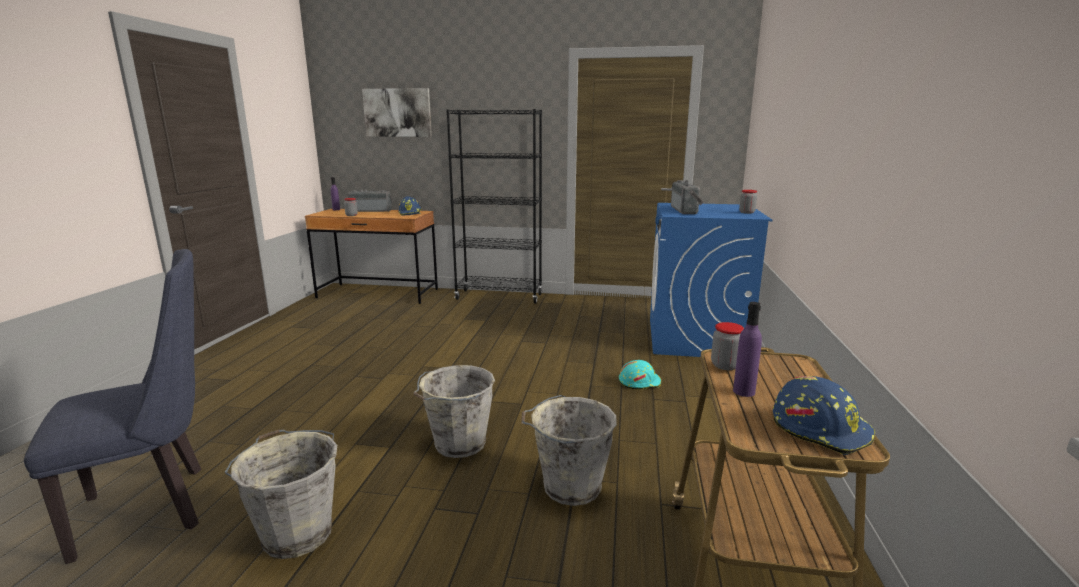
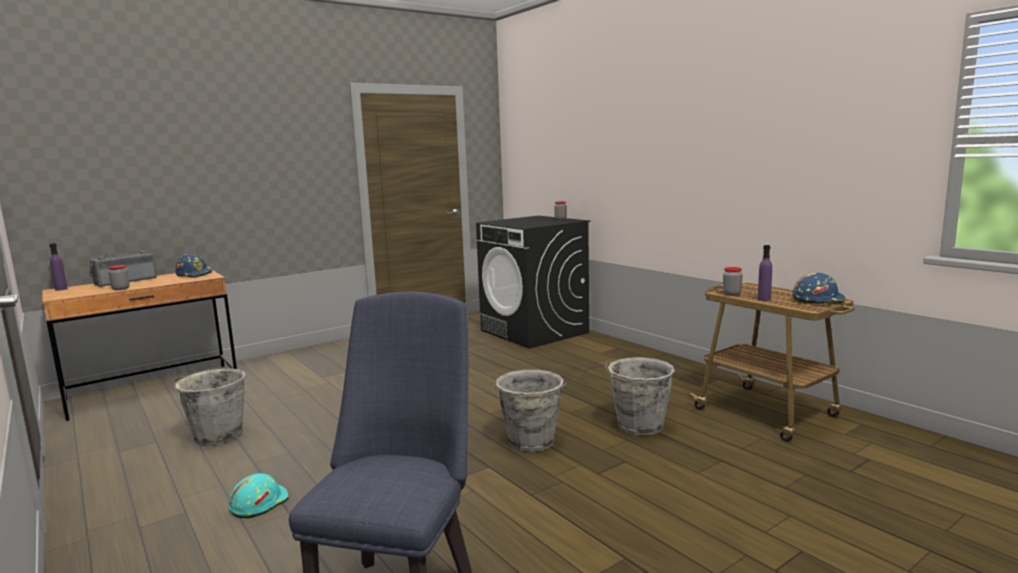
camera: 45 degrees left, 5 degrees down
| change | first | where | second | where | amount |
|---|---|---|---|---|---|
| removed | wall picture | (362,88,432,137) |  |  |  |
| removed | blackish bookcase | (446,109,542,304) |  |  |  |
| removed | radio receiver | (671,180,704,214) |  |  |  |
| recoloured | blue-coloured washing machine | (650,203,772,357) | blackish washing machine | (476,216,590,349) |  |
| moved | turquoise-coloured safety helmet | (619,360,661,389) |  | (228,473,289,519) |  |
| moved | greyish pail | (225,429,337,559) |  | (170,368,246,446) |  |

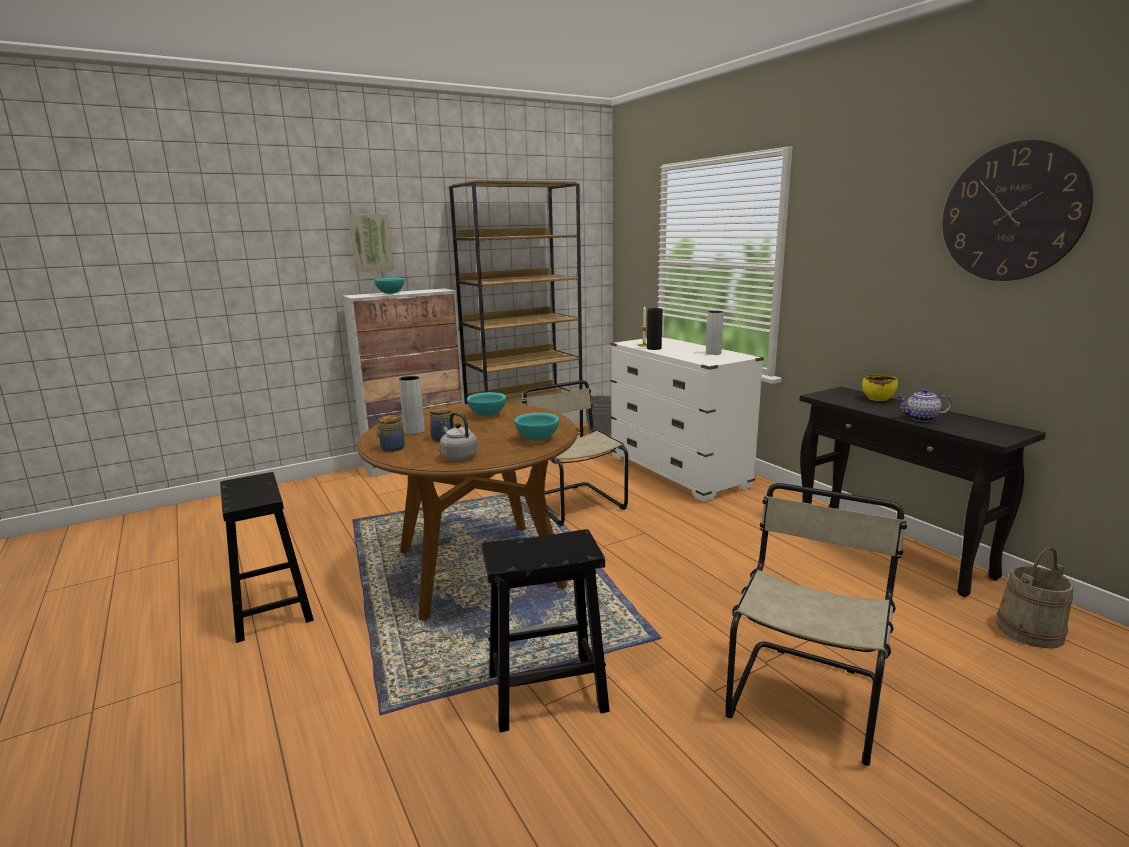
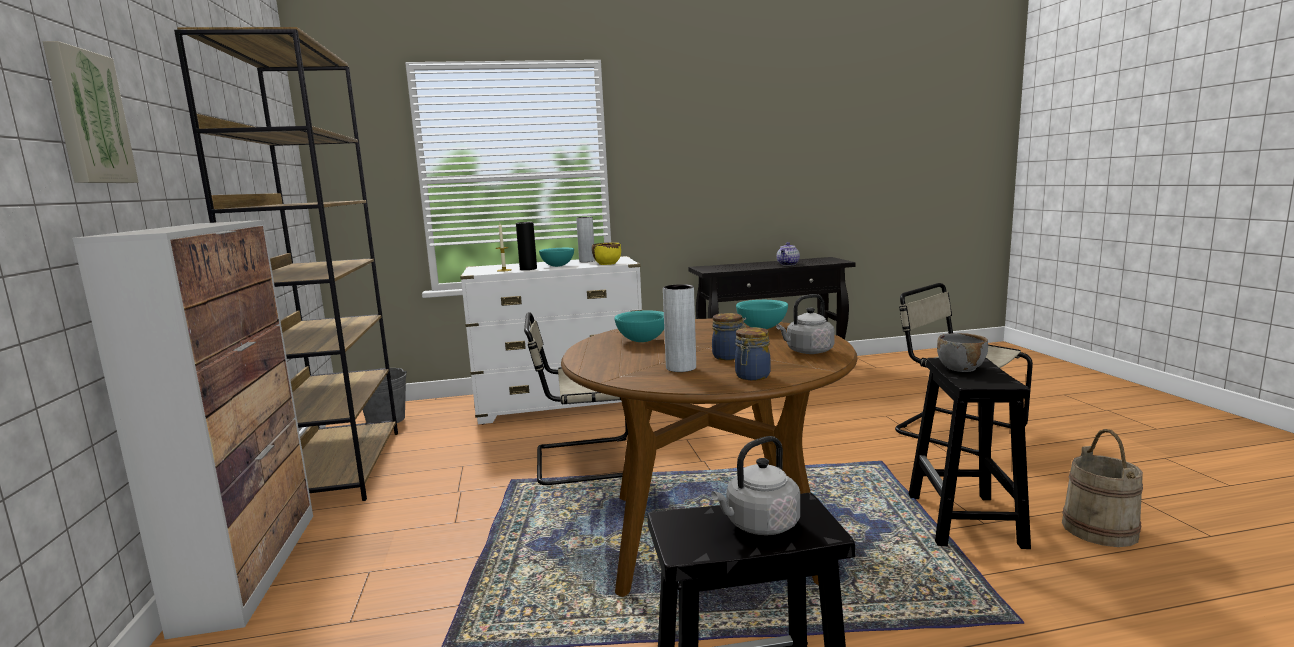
camera: 70 degrees left, 5 degrees down
| change | first | where | second | where | amount |
|---|---|---|---|---|---|
| removed | wall clock | (943,140,1093,281) |  |  |  |
| moved | turquoise-coloured serving bowl | (374,278,405,294) |  | (539,248,574,267) |  |
| moved | yellowish serving bowl | (862,374,899,401) |  | (592,242,621,265) |  |
| moved | beige-coloured pail | (996,547,1074,648) |  | (1062,429,1143,547) |  |
| added |  |  | greyish serving bowl | (937,333,988,372) |  |
| added |  |  | greyish tea kettle | (711,436,800,536) |  |

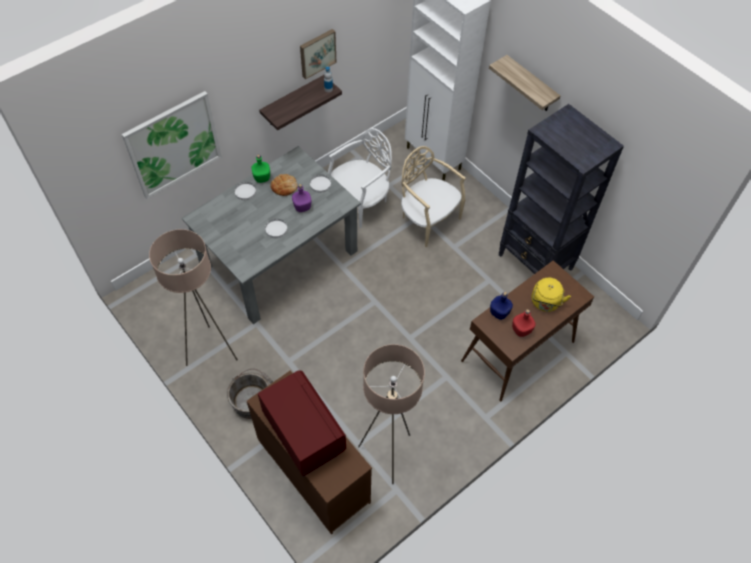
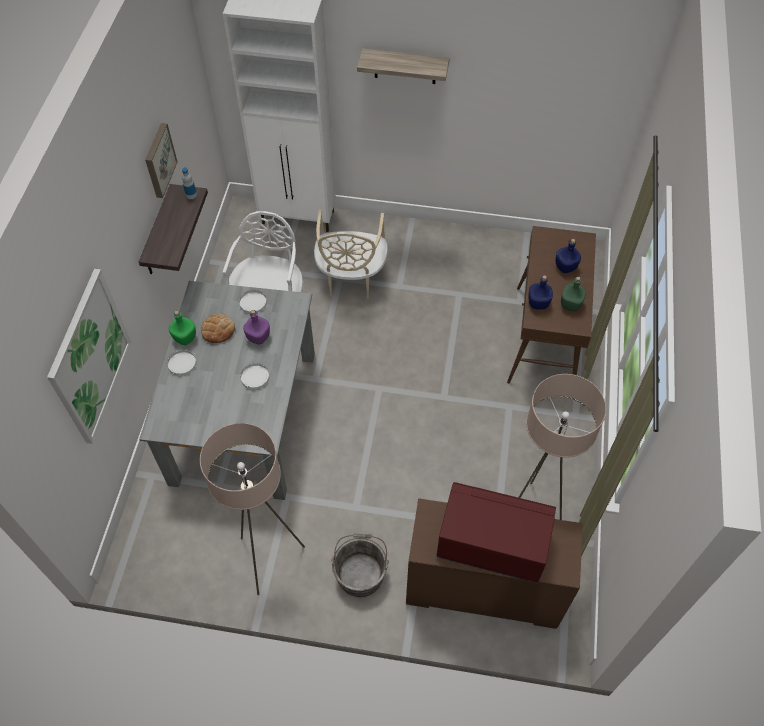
camera: 40 degrees left, 0 degrees up
| change | first | where | second | where | amount |
|---|---|---|---|---|---|
| removed | blackish bookcase | (499,104,624,274) |  |  |  |
| turned | beige-coloured chair | (401,146,466,248) |  | (314,210,388,298) | 90 degrees counterclockwise |
| replaced | yellowish tea kettle | (532,277,571,312) | blue-coloured drink bottle | (556,239,581,273) |  |
| recoloured | reddish drink bottle | (512,309,535,337) | greenish drink bottle | (561,277,586,311) |  |

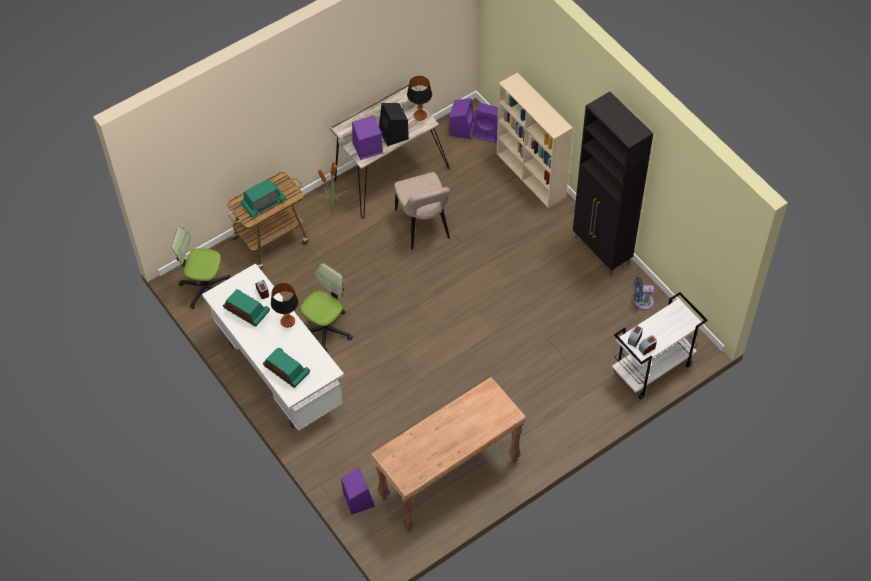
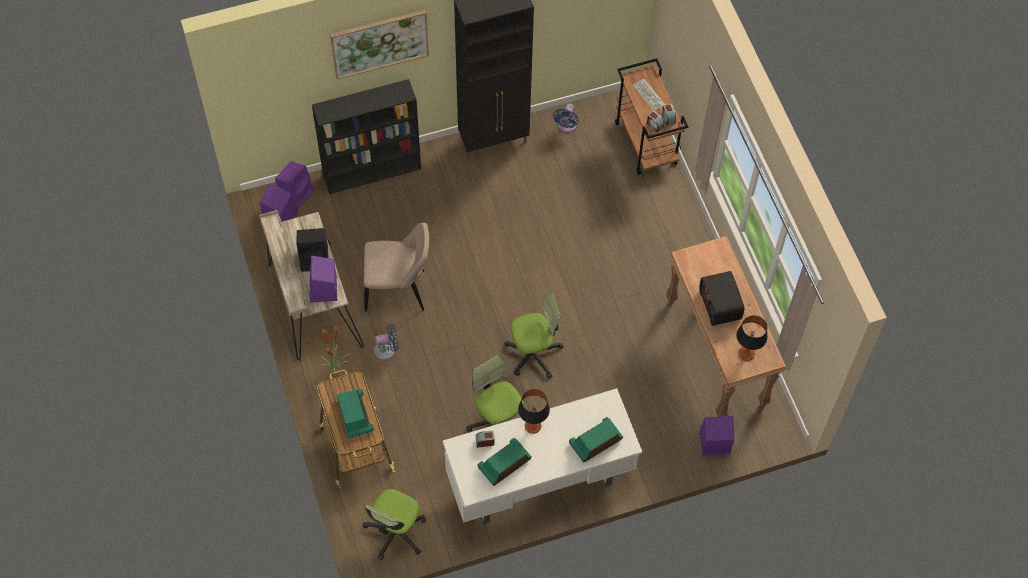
camera: 75 degrees left, 5 degrees up
| change | first | where | second | where | amount |
|---|---|---|---|---|---|
| recoloured | beige-coloured bookcase | (497,73,573,208) | blackish bookcase | (312,79,421,194) |  |
| moved | table lamp | (407,76,432,121) |  | (736,315,768,361) |  |
| recoloured | white wheeled cart | (612,292,708,399) | brownish wheeled cart | (615,58,688,175) |  |
| added |  |  | wall picture | (330,10,429,80) |  |
| added |  |  | PC keyboard | (633,78,665,111) |  |
| added |  |  | radio receiver | (699,271,744,326) |  |
| added |  |  | office chair | (505,292,564,378) |  |
| added |  |  | blue-coloured cooling fan | (374,324,399,360) |  |

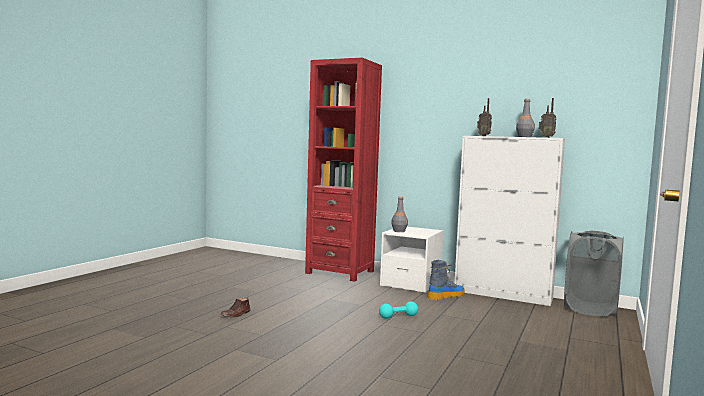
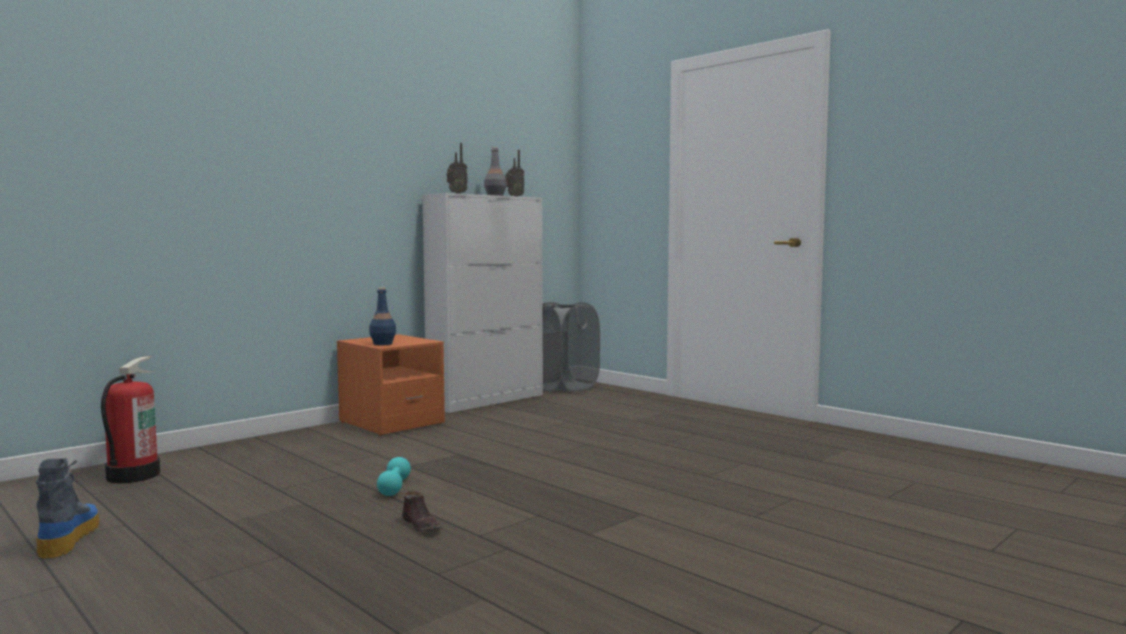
camera: 70 degrees left, 0 degrees up
| change | first | where | second | where | amount |
|---|---|---|---|---|---|
| removed | reddish bookcase | (305,58,382,282) |  |  |  |
| recoloured | greyish drink bottle | (391,196,408,232) | blue-coloured drink bottle | (369,288,396,345) |  |
| recoloured | white nightstand | (380,227,444,293) | orange-coloured nightstand | (337,335,445,436) |  |
| moved | tall boot | (428,260,464,300) |  | (36,458,100,559) |  |
| moved | turquoise-coloured dumbbell | (379,302,418,319) |  | (377,457,411,496) |  |
| added |  |  | extinguisher | (101,356,160,483) |  |

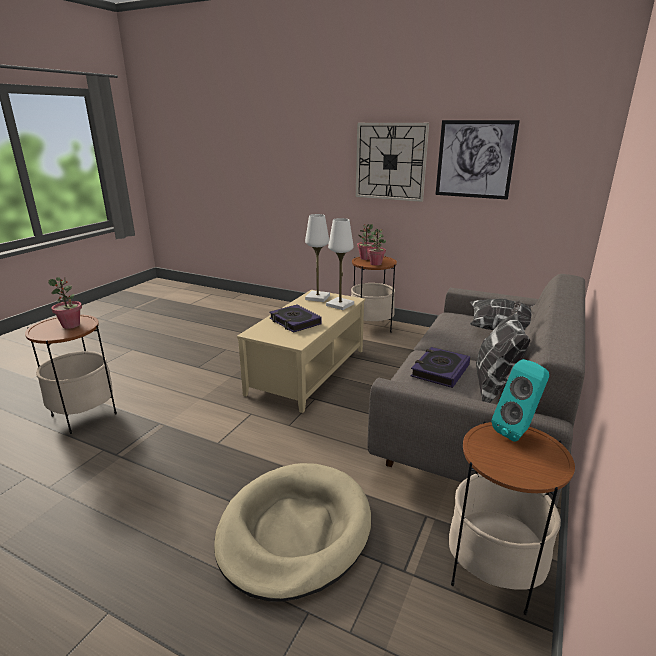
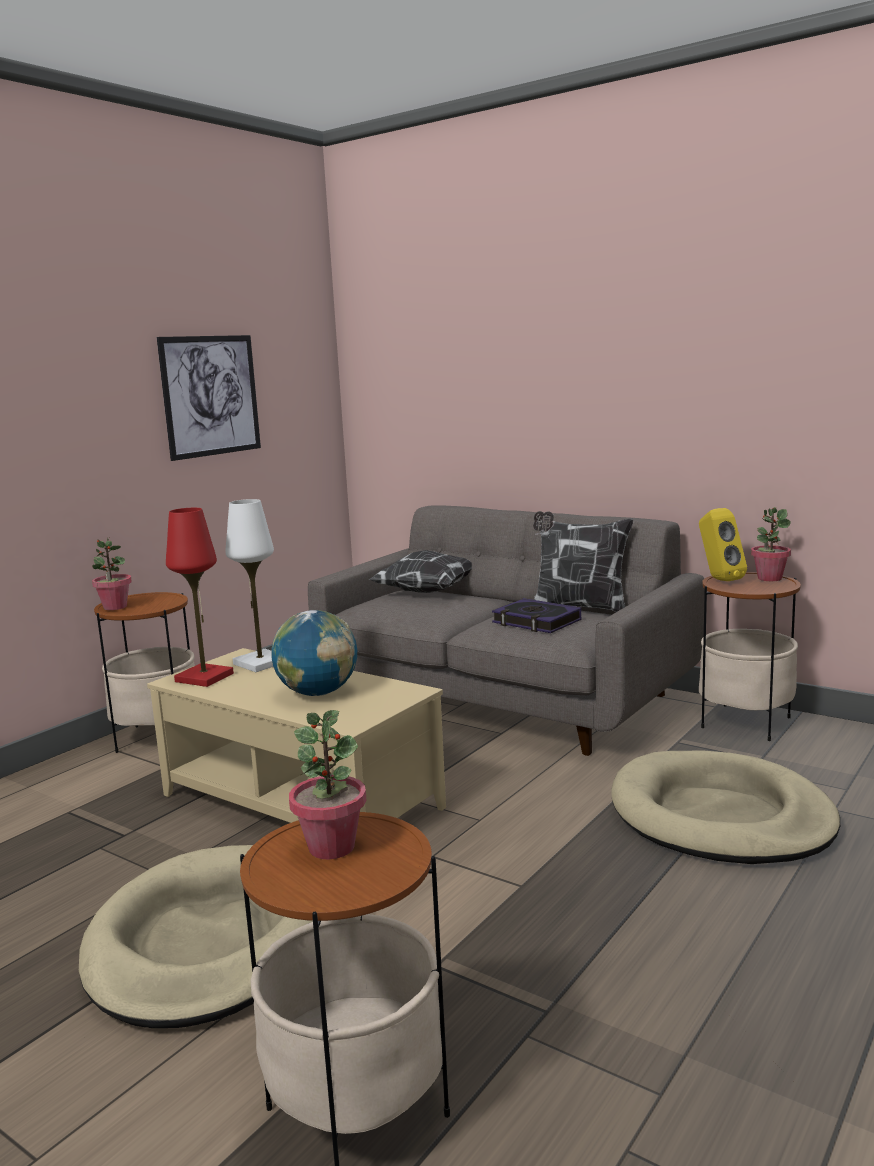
camera: 80 degrees left, 10 degrees down
| change | first | where | second | where | amount |
|---|---|---|---|---|---|
| removed | wall clock | (356,123,429,202) |  |  |  |
| recoloured | white table lamp | (305,214,330,302) | reddish table lamp | (166,508,234,687) |  |
| moved | plant in a pot | (367,229,386,266) |  | (751,507,791,581) |  |
| replaced | bound book | (269,304,322,333) | world globe | (271,610,357,696) |  |
| recoloured | turquoise-coloured speaker | (492,359,549,442) | yellowish speaker | (699,508,747,581) |  |
| added |  |  | beige-coloured dog bed | (79,845,313,1028) |  |

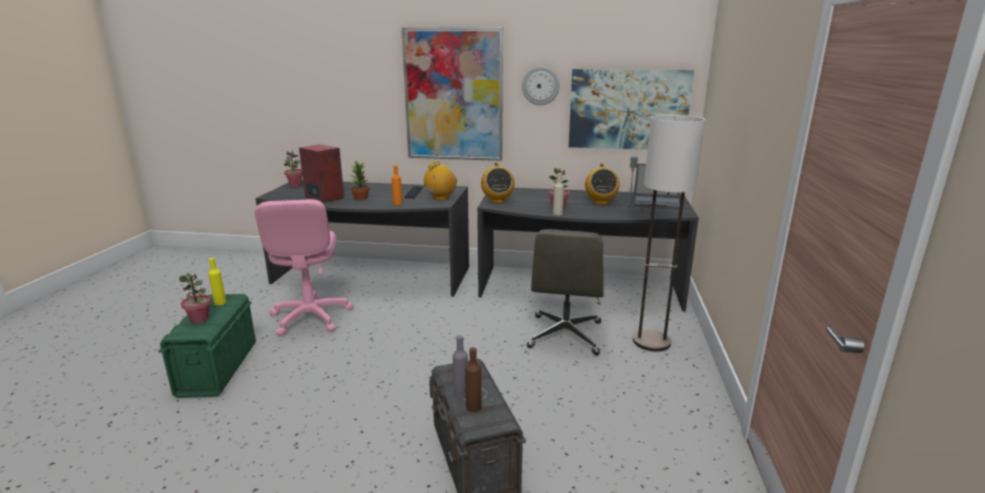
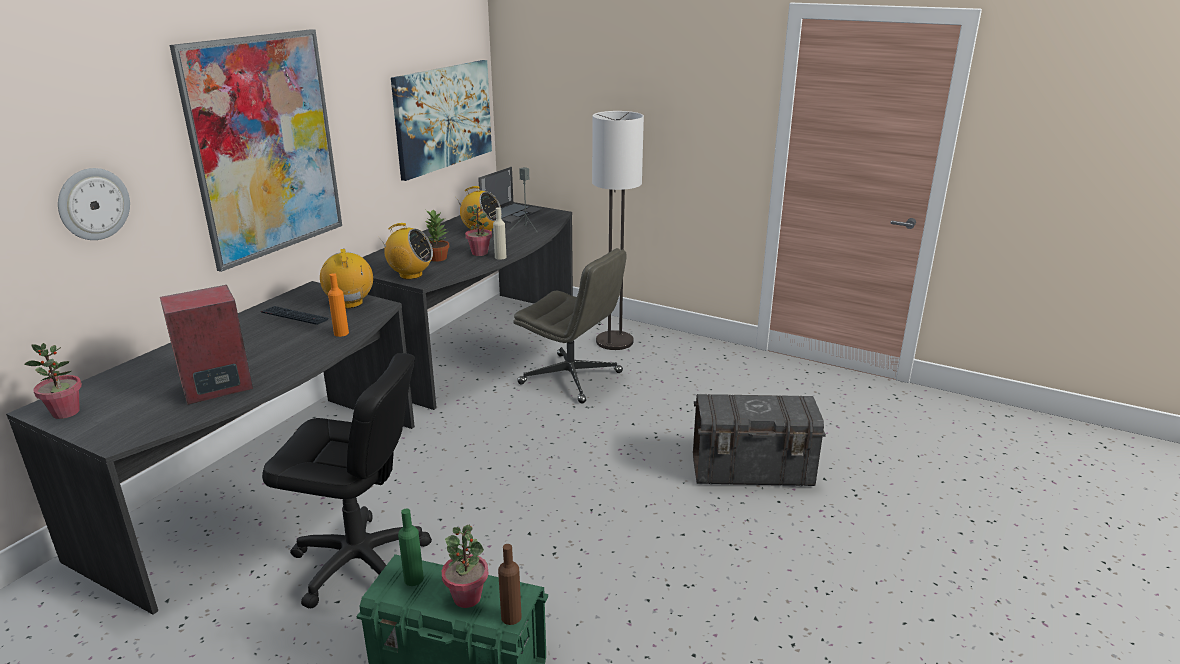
camera: 70 degrees left, 5 degrees up
| change | first | where | second | where | amount |
|---|---|---|---|---|---|
| moved | wall clock | (522,66,560,105) |  | (58,168,130,240) |  |
| moved | plant in a pot | (351,161,369,200) |  | (424,210,449,262) |  |
| recoloured | pink-coloured office chair | (255,199,353,336) | blackish office chair | (262,353,432,609) |  |
| recoloured | yellowish drink bottle | (208,258,226,305) | greenish drink bottle | (398,508,424,586) |  |
| removed | greyish drink bottle | (453,335,468,398) |  |  |  |
| moved | brownish drink bottle | (465,347,481,412) |  | (498,544,522,625) |  |

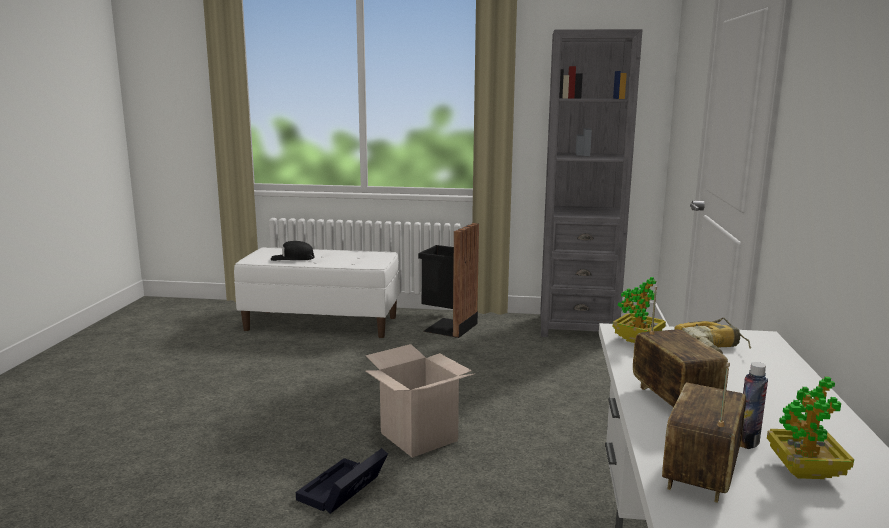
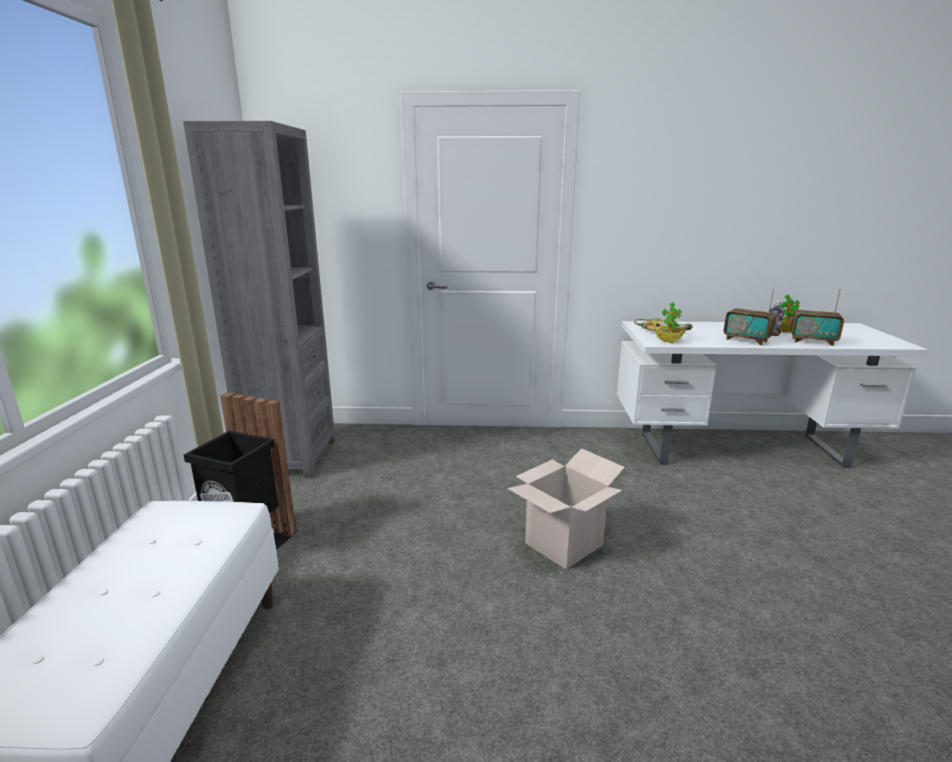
camera: 95 degrees left, 5 degrees up
| change | first | where | second | where | amount |
|---|---|---|---|---|---|
| removed | blackish cap | (271,241,314,261) |  |  |  |
| turned | radio receiver | (633,286,728,408) |  | (724,289,776,345) | 120 degrees counterclockwise |
| removed | blackish storage container | (296,448,388,514) |  |  |  |

